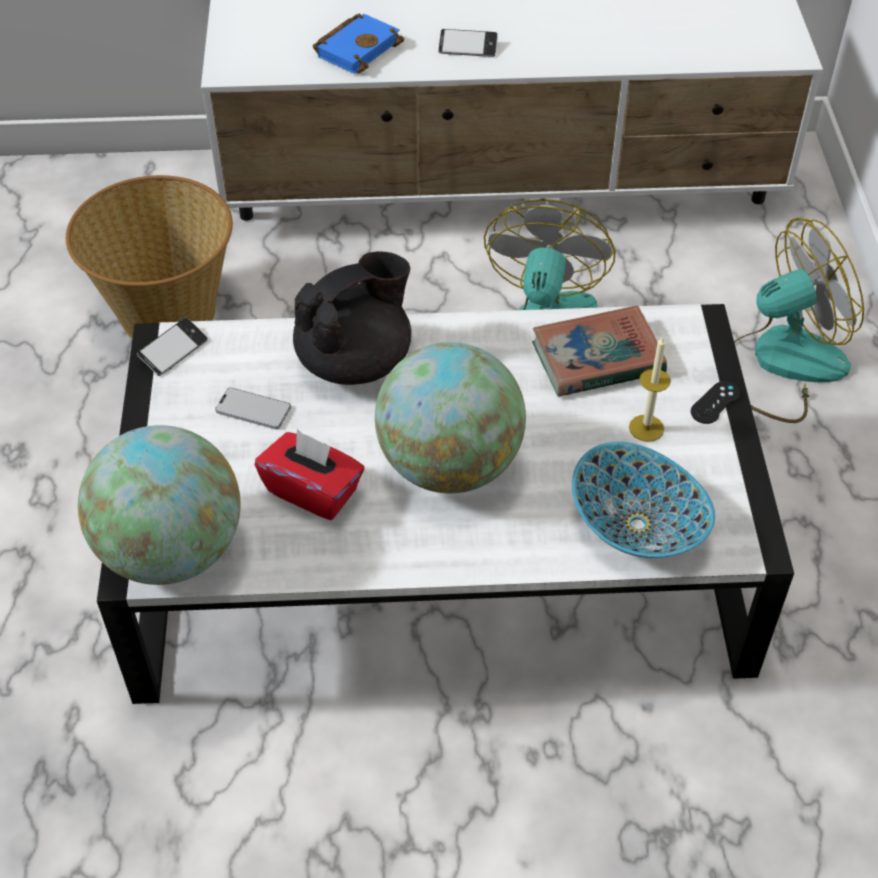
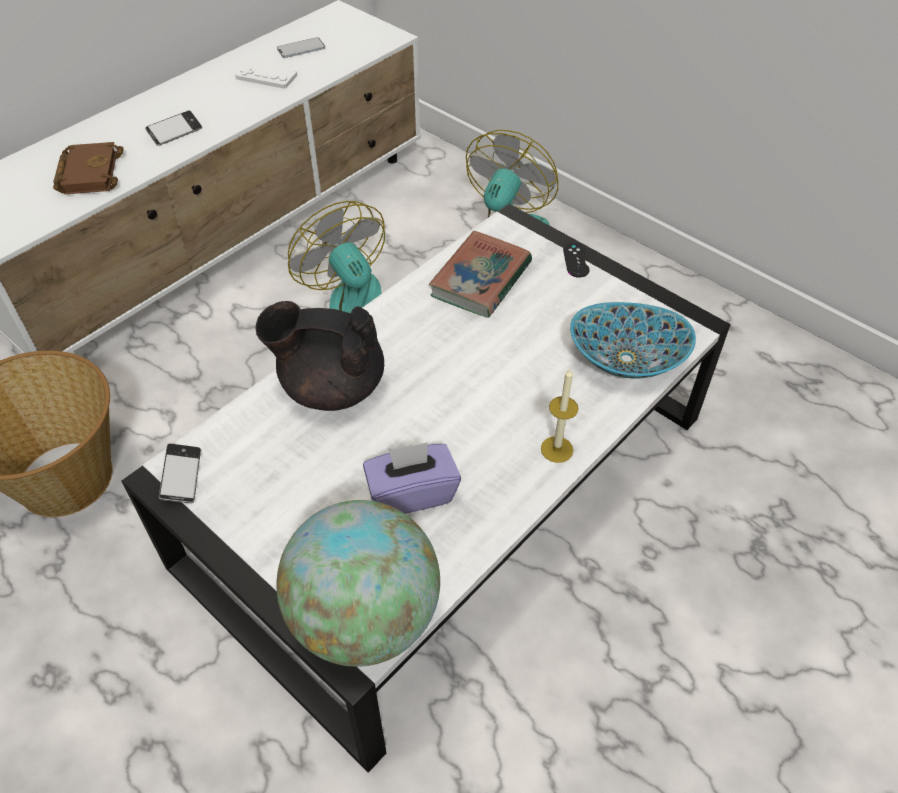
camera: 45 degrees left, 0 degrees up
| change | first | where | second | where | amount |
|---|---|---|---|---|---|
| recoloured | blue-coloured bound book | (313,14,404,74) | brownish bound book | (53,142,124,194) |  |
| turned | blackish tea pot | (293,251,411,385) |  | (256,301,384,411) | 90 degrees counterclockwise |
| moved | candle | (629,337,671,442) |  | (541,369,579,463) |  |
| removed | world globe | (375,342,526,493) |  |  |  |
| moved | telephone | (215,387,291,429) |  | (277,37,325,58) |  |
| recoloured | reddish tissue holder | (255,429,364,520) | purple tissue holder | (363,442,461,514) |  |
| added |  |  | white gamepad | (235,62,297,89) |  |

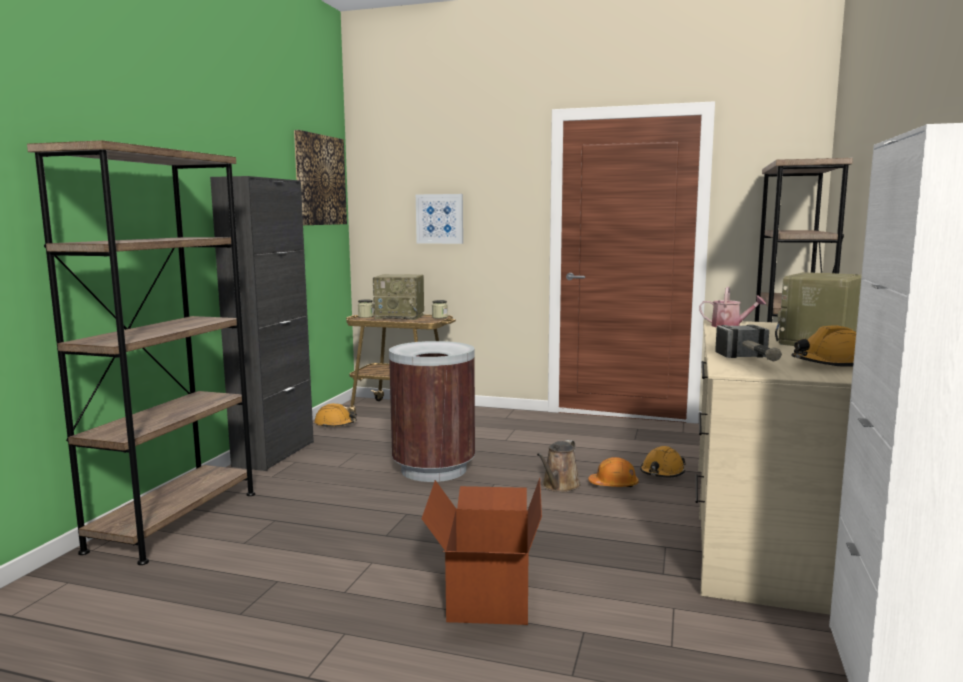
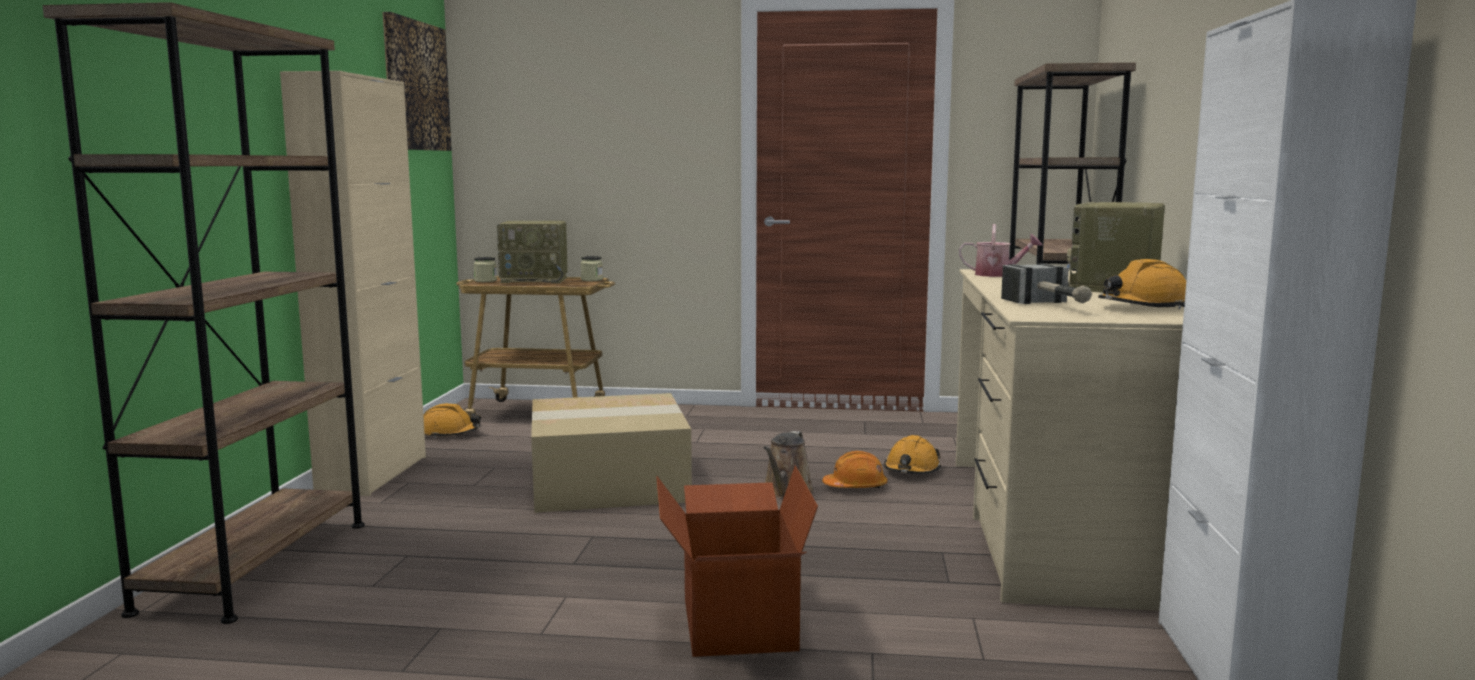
camera: 10 degrees left, 0 degrees up
| change | first | where | second | where | amount |
|---|---|---|---|---|---|
| recoloured | blackish cabinet | (210,176,314,471) | beige-coloured cabinet | (280,71,426,496) |  |
| removed | wall picture | (416,194,463,244) |  |  |  |
| replaced | brownish trash can | (389,341,475,482) | carton | (531,393,692,513) |  |

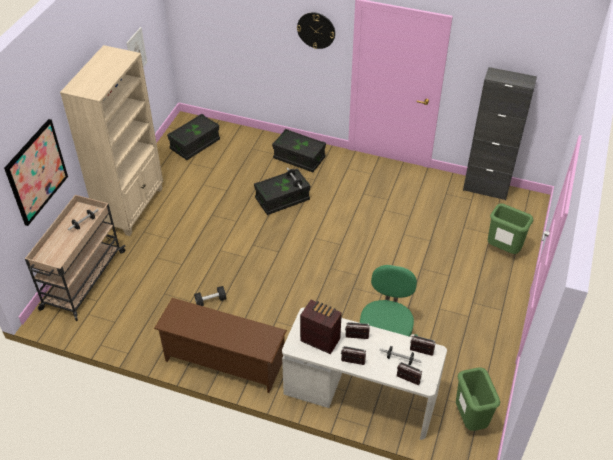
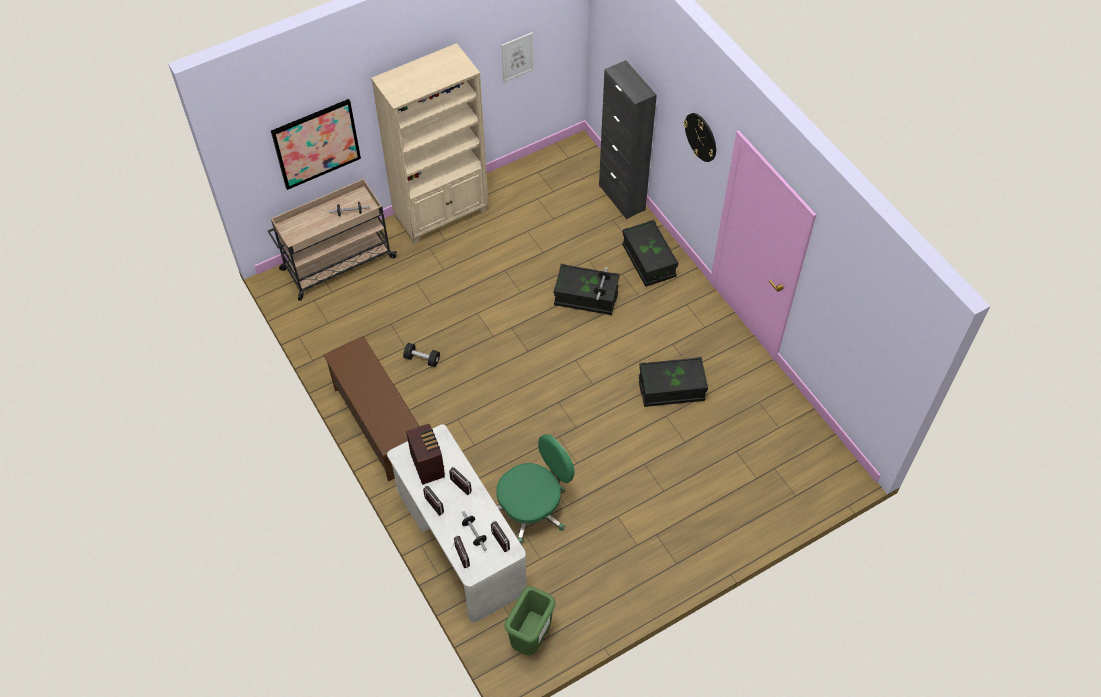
camera: 40 degrees right, 10 degrees up
| change | first | where | second | where | amount |
|---|---|---|---|---|---|
| moved | blackish cabinet | (463,67,537,200) |  | (599,60,657,219) |  |
| moved | blackish storage container | (167,114,220,160) |  | (639,357,708,407) |  |
| removed | greenish trash can | (488,204,533,254) |  |  |  |

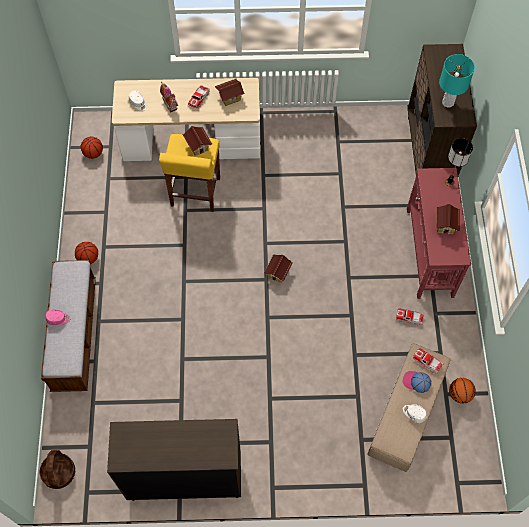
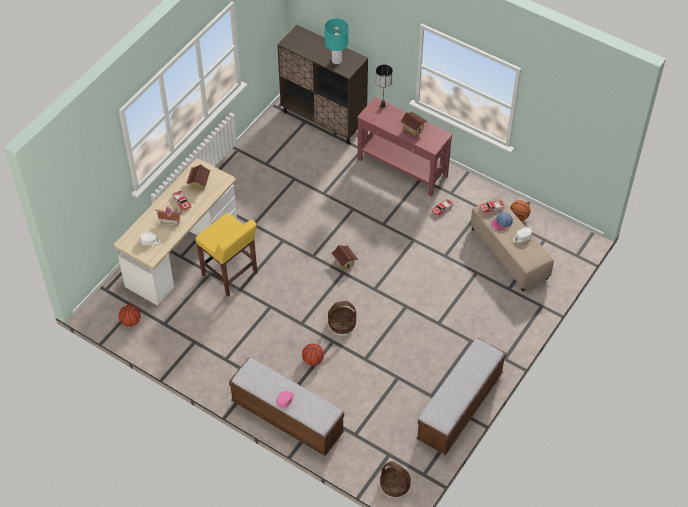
camera: 55 degrees left, 10 degrees down
| change | first | where | second | where | amount |
|---|---|---|---|---|---|
| removed | model house | (182,126,212,156) |  |  |  |
| moved | basketball ball | (75,242,98,264) |  | (302,343,324,366) |  |
| replaced | brownish cabinet | (107,419,241,501) | bench | (416,338,506,455) |  |
| added |  |  | storage basket | (328,301,356,334) |  |

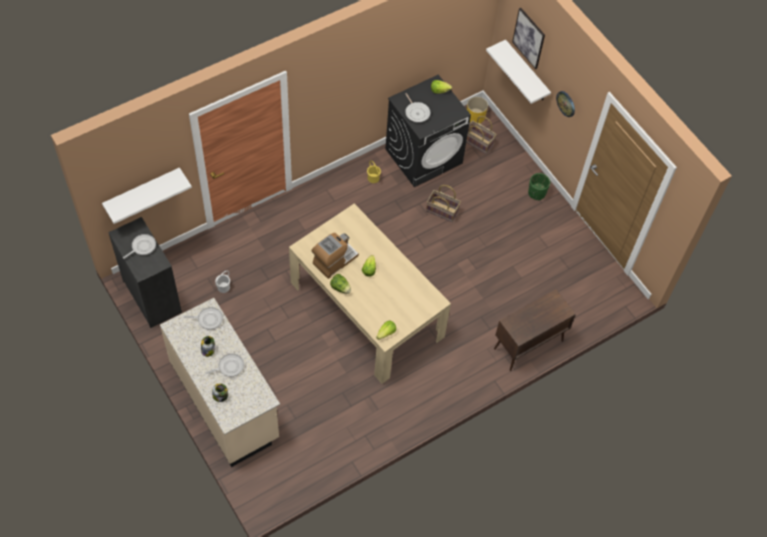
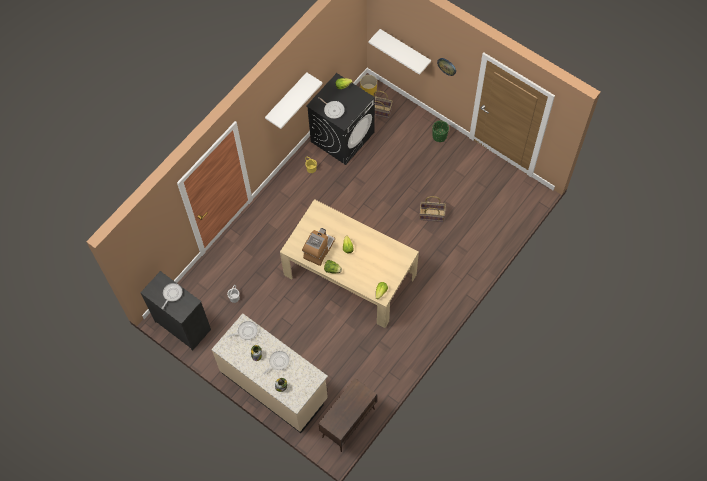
camera: 15 degrees left, 5 degrees up
| change | first | where | second | where | amount |
|---|---|---|---|---|---|
| removed | wall picture | (512,8,545,69) |  |  |  |
| moved | white shelf | (102,167,192,224) |  | (265,72,323,129) |  |
| moved | storage basket | (426,185,461,222) |  | (419,196,446,222) |  |
| moved | brownish cabinet | (494,289,576,371) |  | (318,378,377,452) |  |

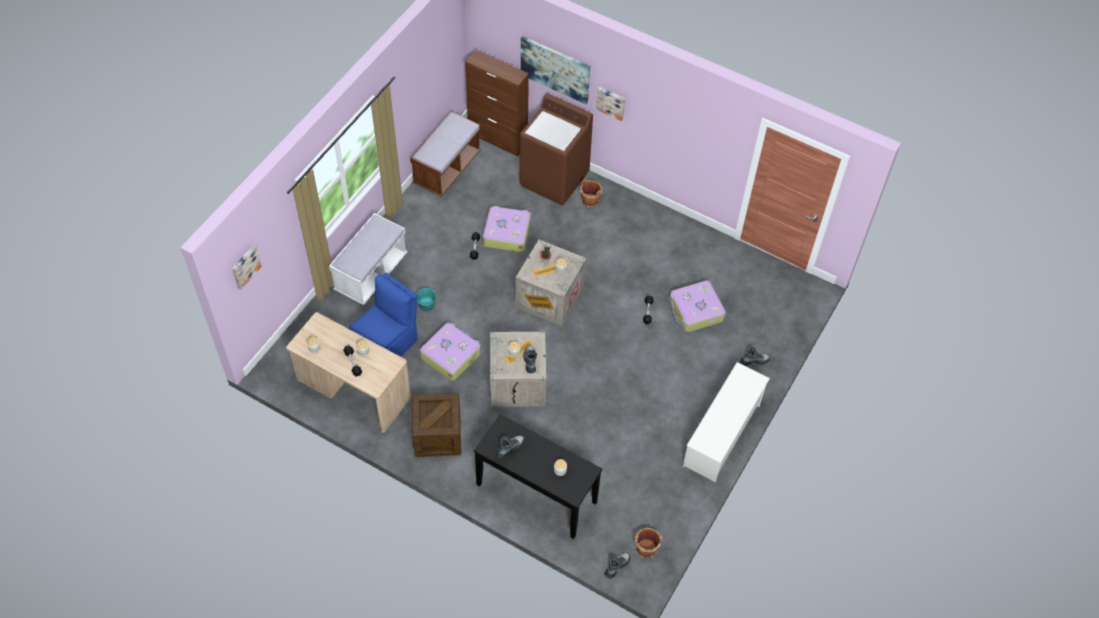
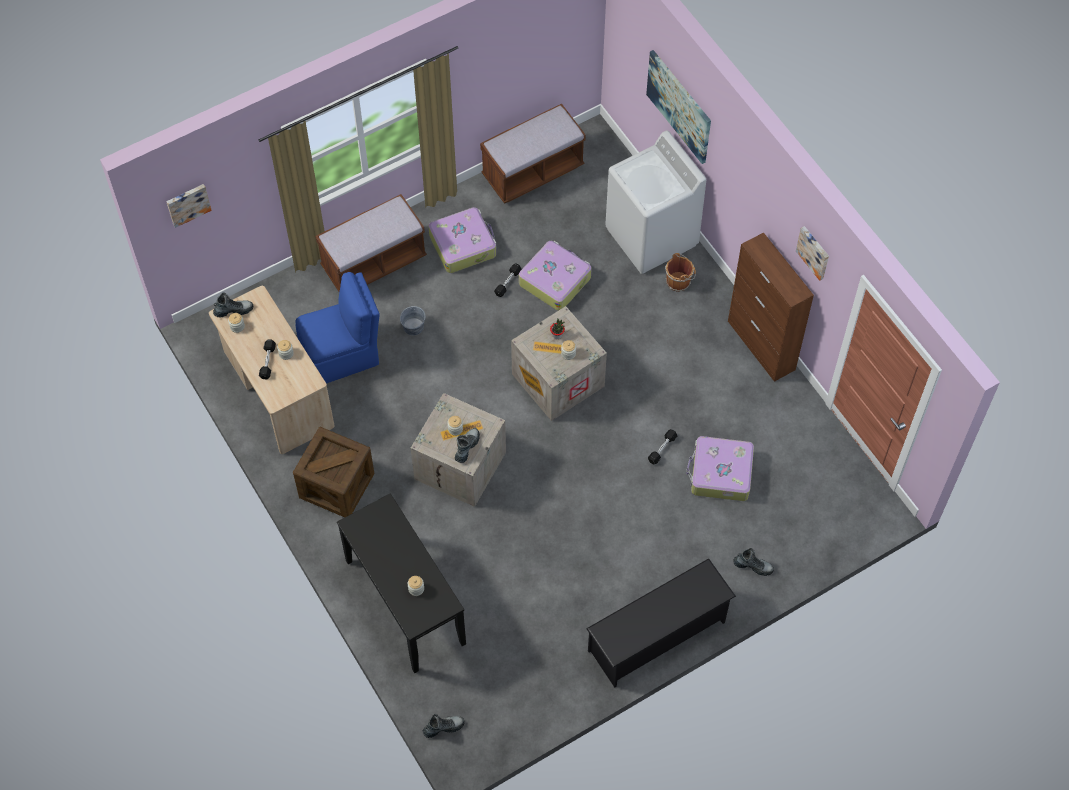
camera: 30 degrees right, 5 degrees up
| change | first | where | second | where | amount |
|---|---|---|---|---|---|
| moved | brownish cabinet | (465,50,529,156) |  | (728,232,814,382) |  |
| moved | wall picture | (596,87,625,121) |  | (796,226,829,281) |  |
| recoloured | brownish washing machine | (520,94,593,206) | white washing machine | (605,130,706,274) |  |
| recoloured | white bench | (329,213,407,305) | brownish bench | (315,194,427,291) |  |
| recoloured | turquoise-coloured pail | (417,288,436,311) | greyish pail | (400,306,426,335) |  |
| moved | travel case | (420,323,481,381) |  | (428,207,496,273) |  |
| recoloured | white shoe stand | (683,362,770,482) | blackish shoe stand | (586,558,736,687) |  |
| moved | tall boot | (496,435,525,459) |  | (213,292,253,317) |  |
| removed | brownish pail | (634,528,662,558) |  |  |  |

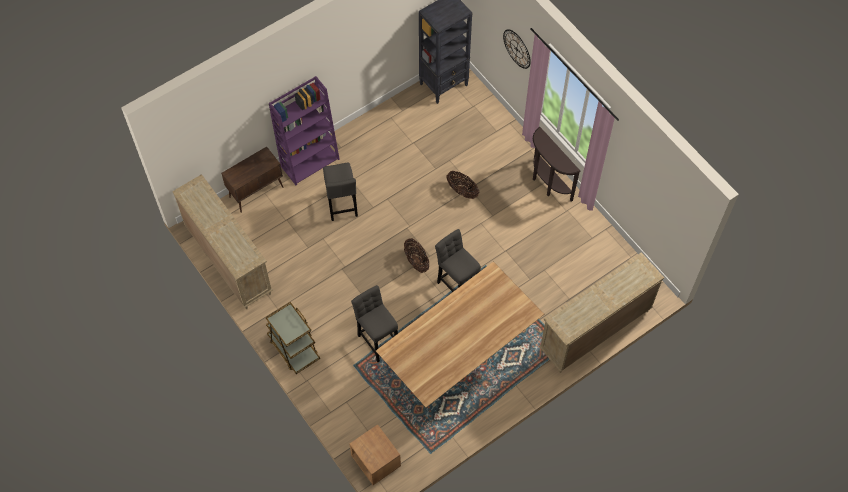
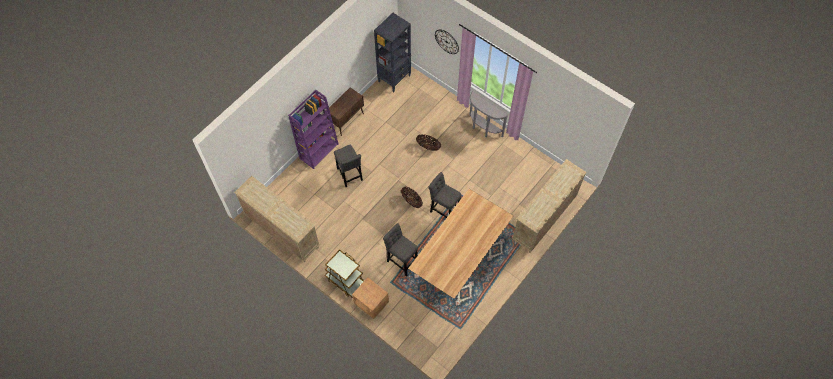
camera: 15 degrees left, 0 degrees up
| change | first | where | second | where | amount |
|---|---|---|---|---|---|
| recoloured | brownish hall table | (533,127,581,202) | greyish hall table | (469,91,508,137) |  |
| moved | brownish cabinet | (221,147,283,213) |  | (326,87,364,136) |  |
| moved | brownish nightstand | (349,424,401,485) |  | (352,277,389,319) |  |

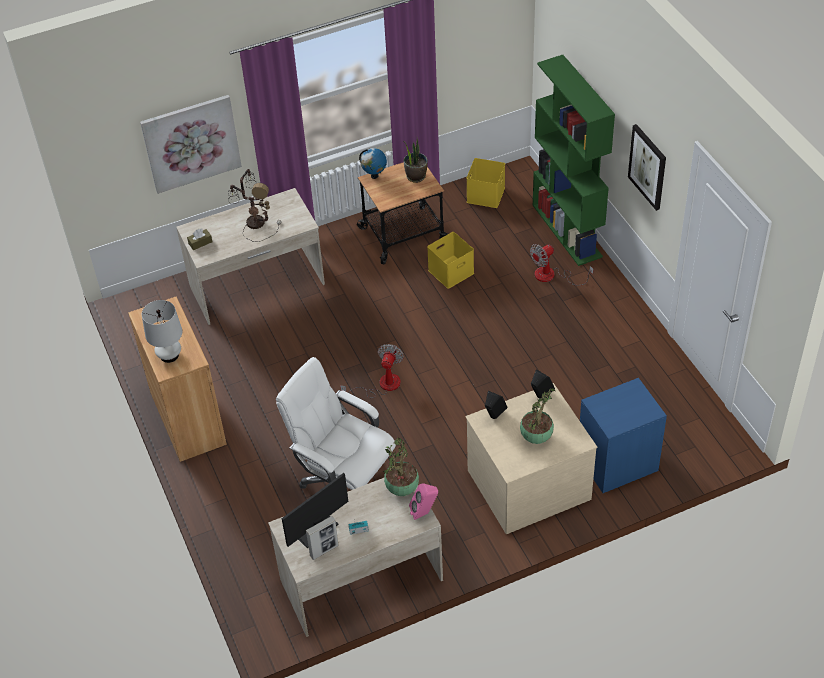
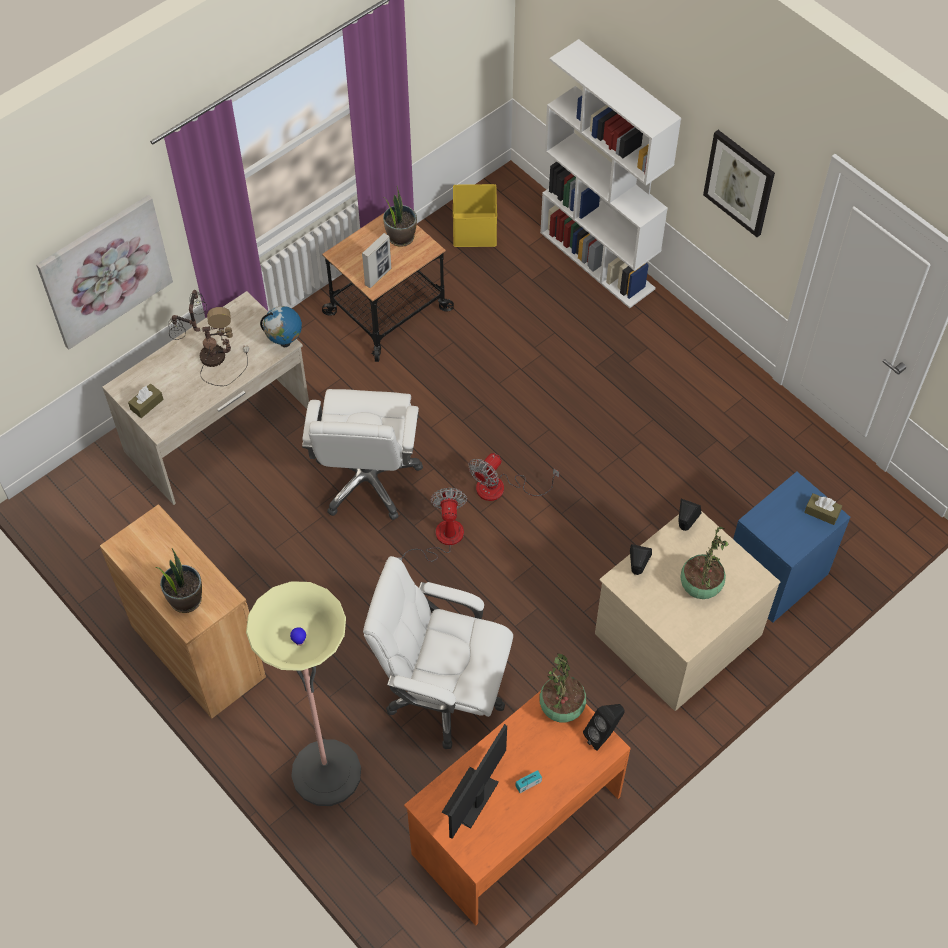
camera: 20 degrees left, 10 degrees up
| change | first | where | second | where | amount |
|---|---|---|---|---|---|
| recoloured | greenish bookcase | (533,55,615,266) | white bookcase | (540,39,681,308) |  |
| moved | world globe | (359,148,387,179) |  | (260,306,302,347) |  |
| removed | yellowish storage container | (427,232,474,289) |  |  |  |
| moved | cooling fan | (530,244,594,286) |  | (469,453,560,501) |  |
| replaced | white table lamp | (142,300,182,363) | plant in a pot | (156,548,202,613) |  |
| recoloured | beige-coloured desk unit | (268,478,443,637) | orange-coloured desk unit | (404,691,631,926) |  |
| recoloured | pink-coloured speaker | (409,483,438,520) | blackish speaker | (583,704,625,751) |  |
| moved | photo frame | (306,516,339,560) |  | (362,233,391,288) |  |
| added |  |  | white office chair | (302,389,423,520) |  |
| added |  |  | brownish tissue holder | (804,493,842,525) |  |
| added |  |  | standard lamp | (246,581,361,806) |  |

